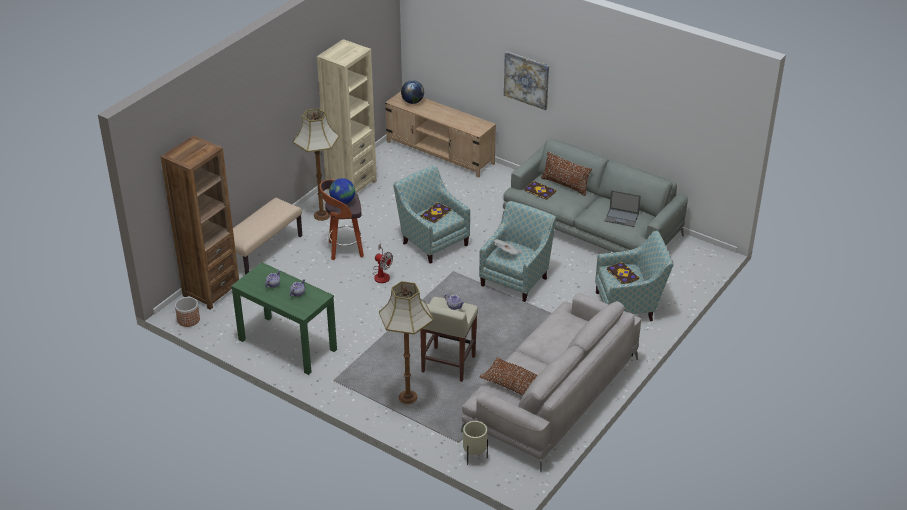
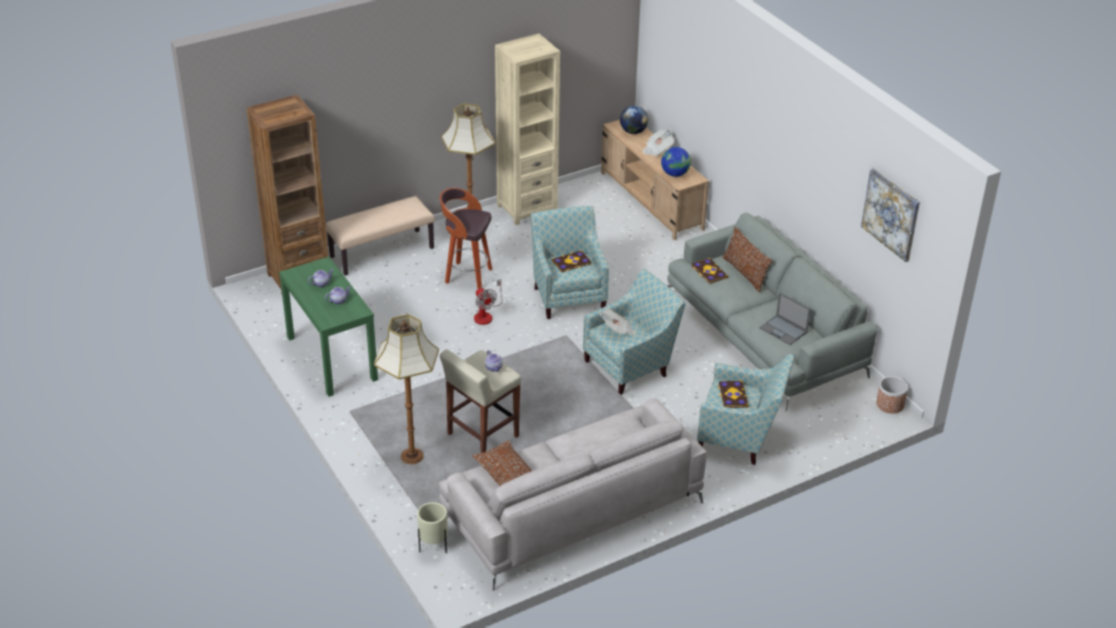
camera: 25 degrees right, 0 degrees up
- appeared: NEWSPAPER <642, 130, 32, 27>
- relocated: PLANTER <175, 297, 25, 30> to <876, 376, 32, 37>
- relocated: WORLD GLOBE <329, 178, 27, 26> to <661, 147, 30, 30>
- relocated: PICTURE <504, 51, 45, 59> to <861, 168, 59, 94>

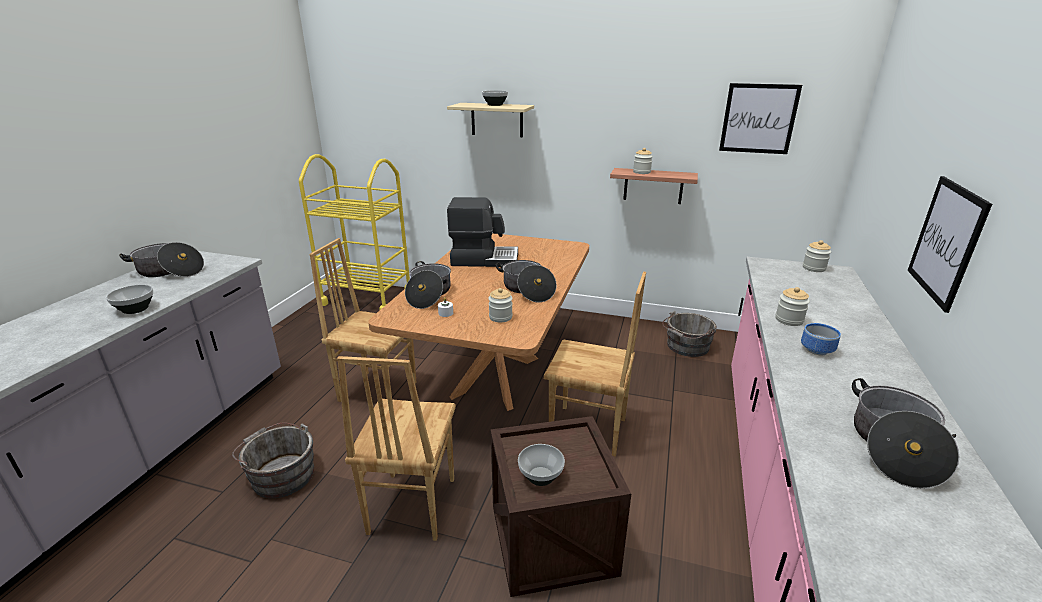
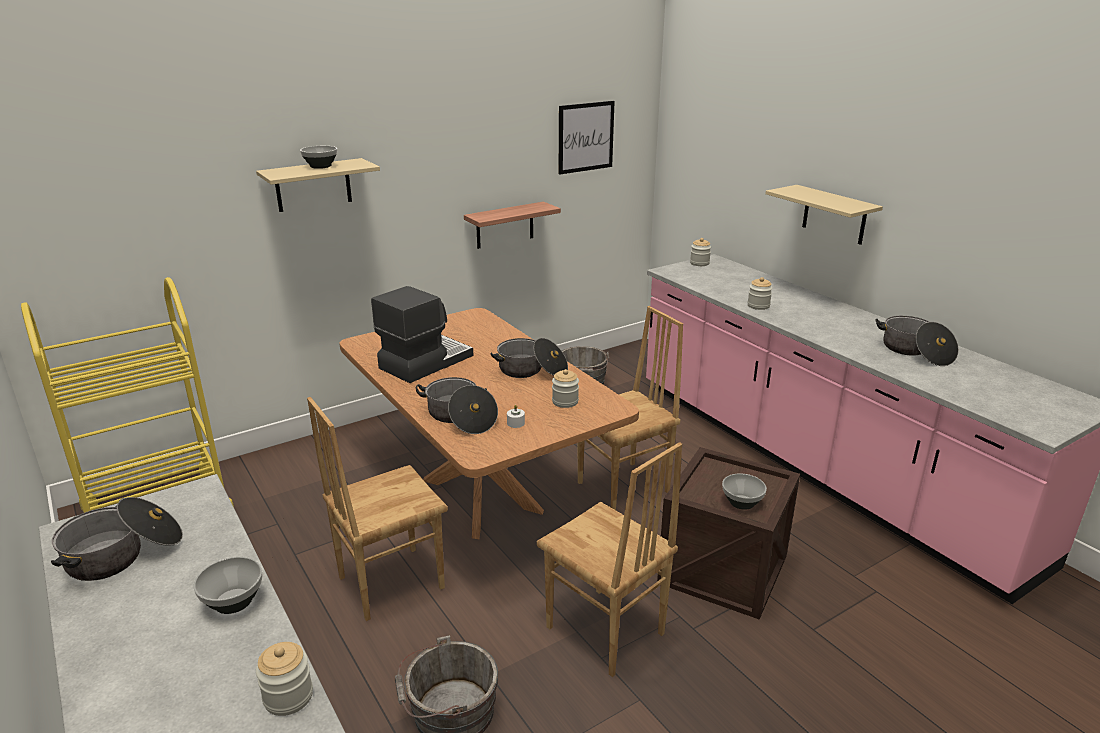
camera: 50 degrees left, 0 degrees up
- missing: DEEP DISH <801, 323, 40, 32>
- relocated: JAR <633, 148, 20, 26> to <256, 642, 57, 74>
- exchanged: PICTURE <907, 176, 85, 137> to BEIGE BRACKET SHELF <766, 185, 117, 60>

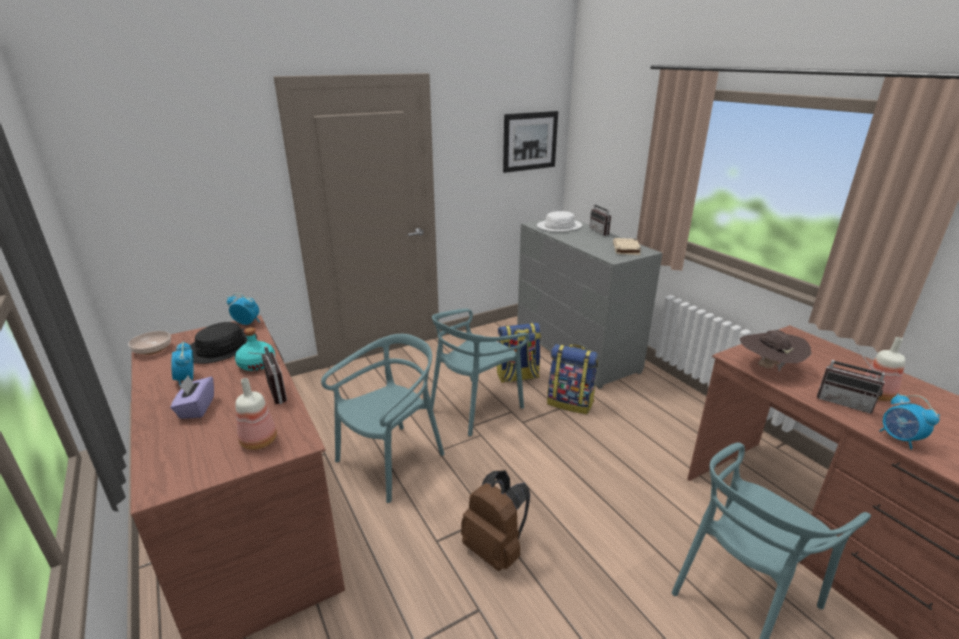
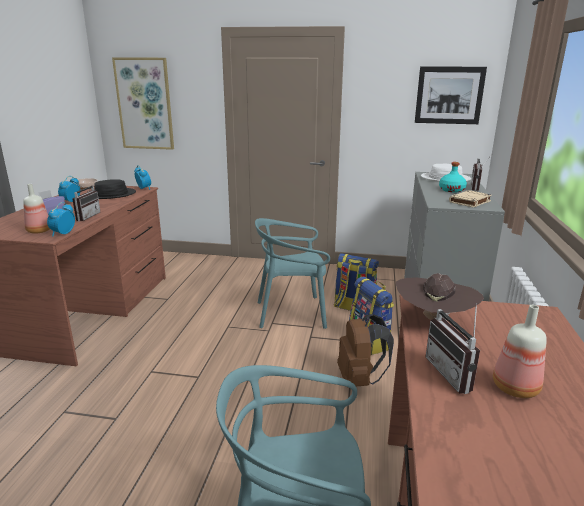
camera: 40 degrees right, 5 degrees down
- missing: TURQUOISE-COLOURED PLAIN CHAIR <321, 334, 123, 169>
- appeared: PICTURE <112, 57, 62, 93>
- relocated: TURQUOISE-COLOURED DRINK BOTTLE <235, 327, 40, 44> to <439, 162, 28, 31>
- relocated: BROWNISH KNAPSACK <461, 470, 69, 101> to <337, 314, 57, 72>
- relocated: TABLE CLOCK <879, 394, 61, 55> to <47, 202, 28, 34>

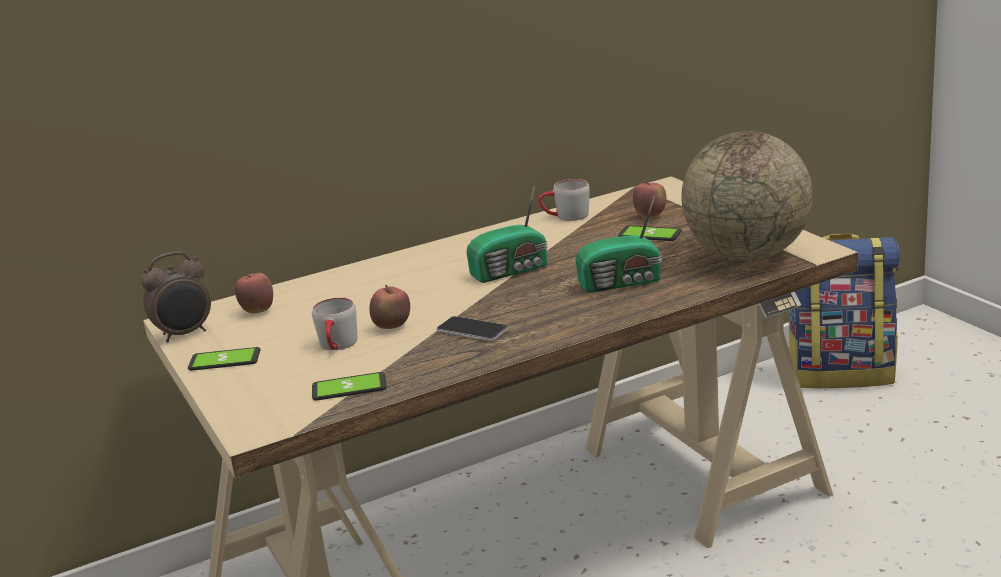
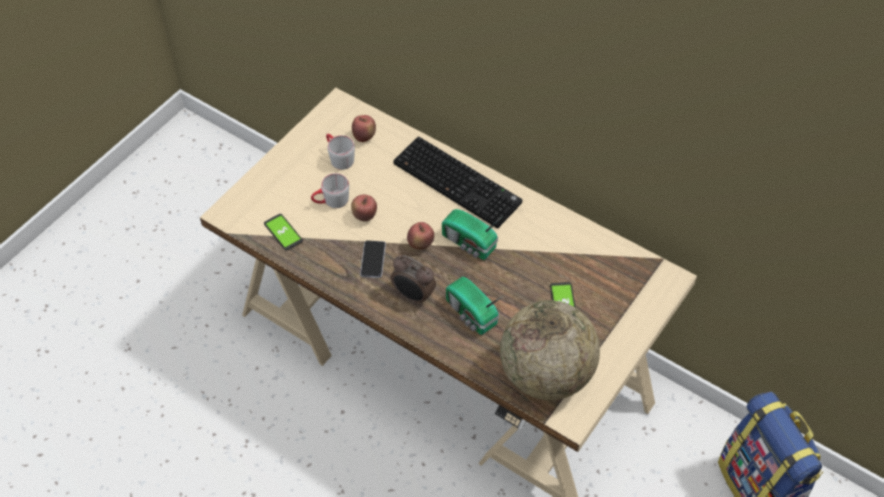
camera: 60 degrees right, 30 degrees up
- missing: TELEPHONE <188, 347, 72, 24>
- appeared: COMPUTER KEYBOARD <393, 137, 129, 91>
- relocated: TABLE CLOCK <141, 252, 70, 90> to <391, 255, 45, 50>
- relocated: GRAY COFFEE MUG <538, 179, 52, 42> to <326, 134, 29, 36>
- relocated: WHOLE APPLE <633, 181, 34, 37> to <407, 222, 27, 28>

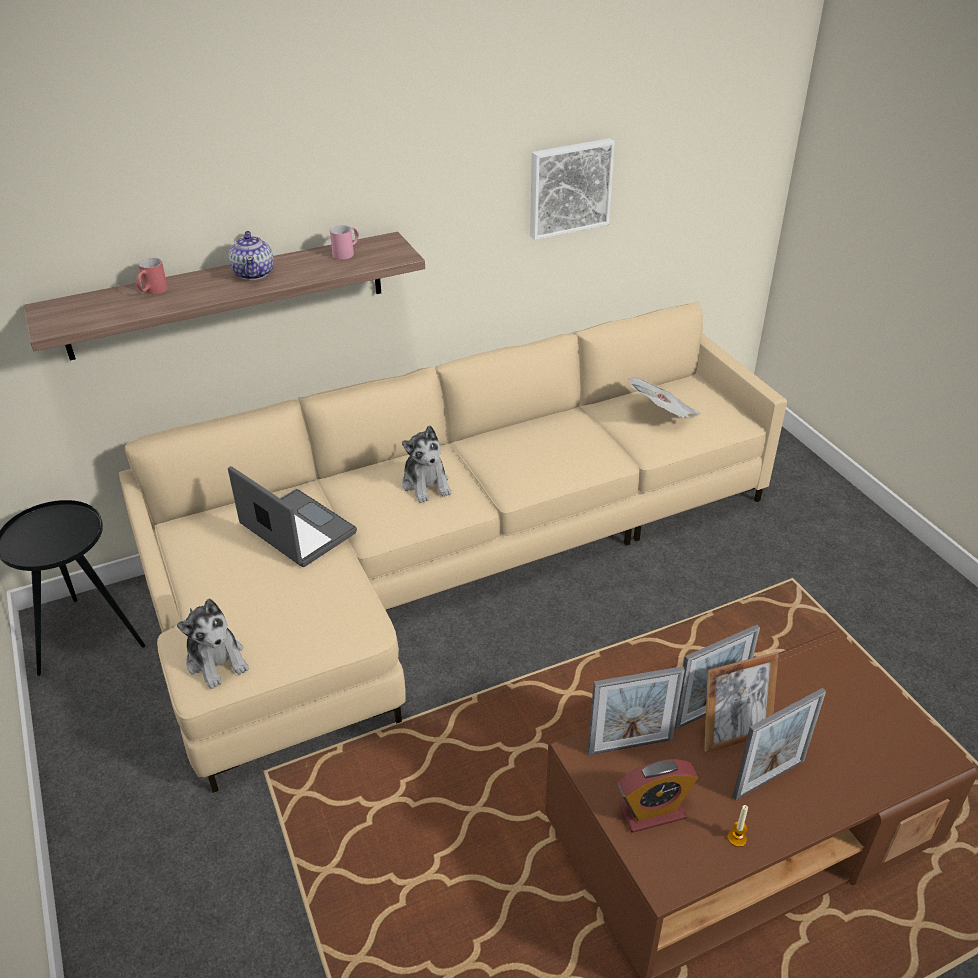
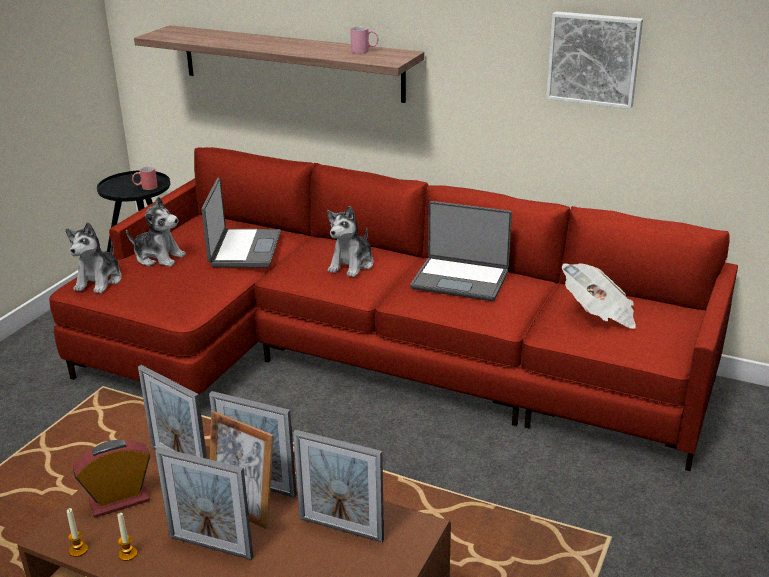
camera: 50 degrees right, 10 degrees down
- missing: POT FOR TEA <229, 231, 45, 49>
- appeared: WAX CANDLE <67, 508, 21, 49>
- appeared: PLUSH TOY <126, 197, 60, 70>
- appeared: PICTURE FRAME <293, 430, 91, 113>
- appeared: NOTEBOOK COMPUTER <410, 201, 102, 100>
- relocated: RED COFFEE MUG <136, 258, 32, 36> to <132, 166, 26, 24>
- colour: BEIGE SOFA <119, 301, 668, 492> to RED SOFA <49, 147, 689, 324>
- spun: TABLE CLOCK <618, 759, 80, 74> = <73, 440, 77, 78> 120 degrees clockwise

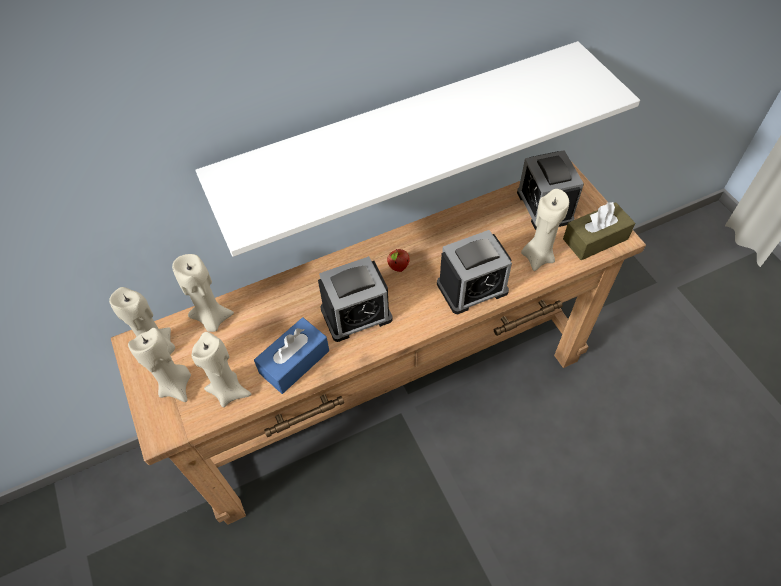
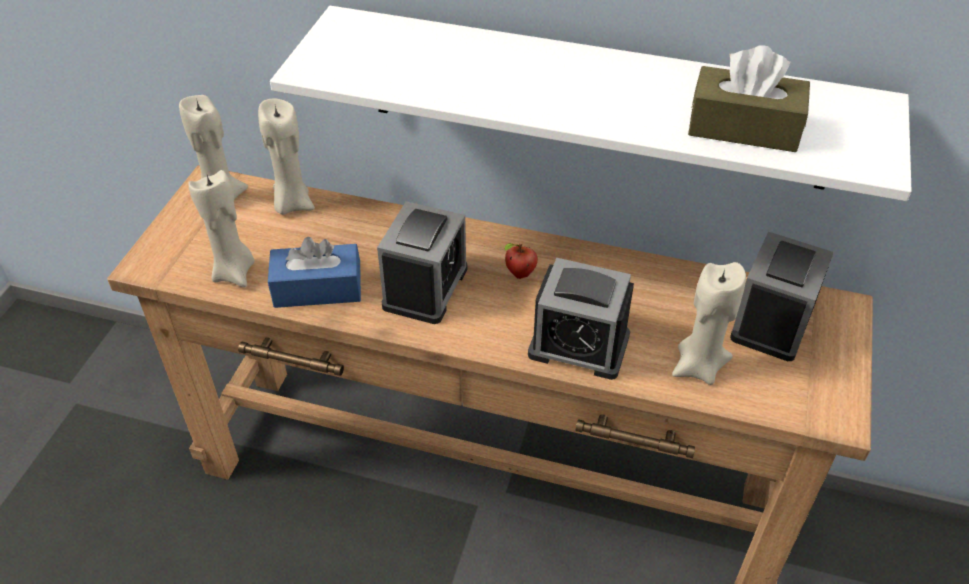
camera: 40 degrees right, 10 degrees down
- missing: BEIGE WAX CANDLE <128, 328, 63, 74>
- relocated: BROWNISH BOX OF TISSUES <563, 201, 72, 59> to <688, 45, 122, 107>
- spun: TABLE CLOCK <318, 256, 75, 86> = <377, 201, 90, 123> 90 degrees counterclockwise

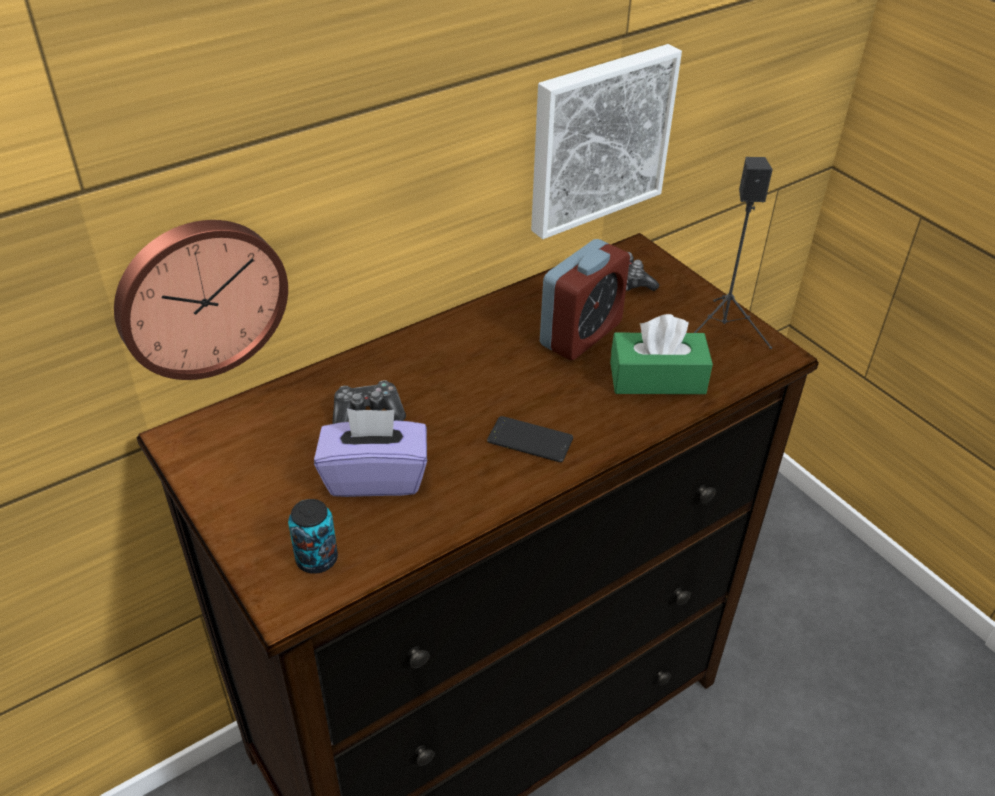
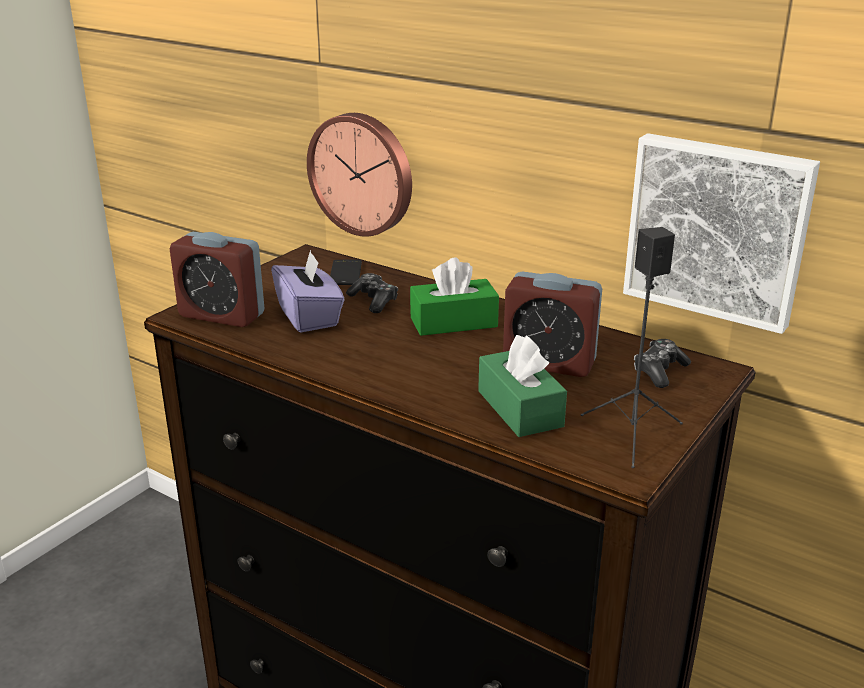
camera: 70 degrees right, 15 degrees down
- appeared: GREEN BOX OF TISSUES <410, 257, 89, 79>
- relocated: TELEPHONE <487, 416, 86, 46> to <330, 260, 32, 25>
- exchanged: CAN <288, 499, 50, 75> to TABLE CLOCK <170, 232, 94, 95>

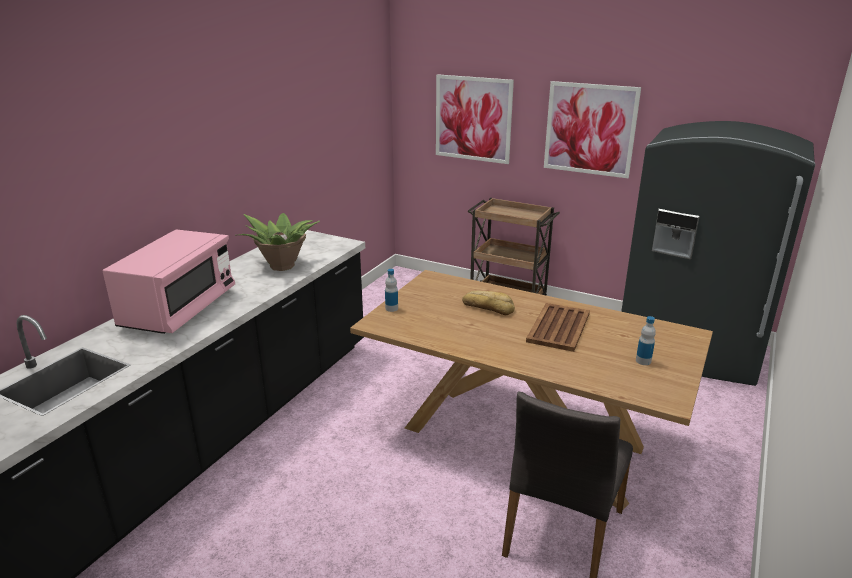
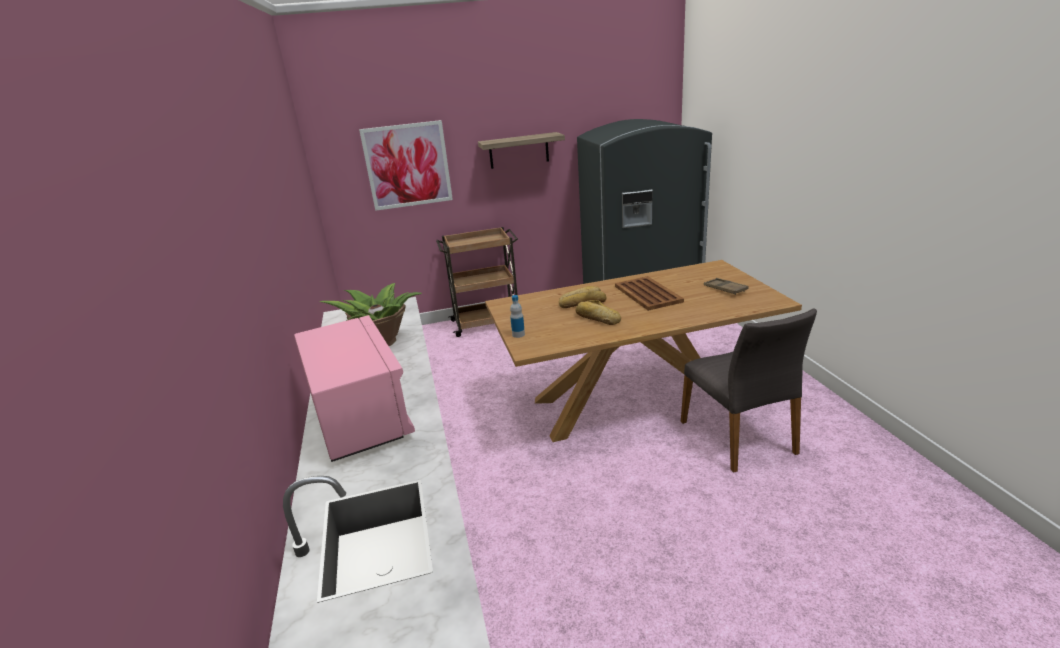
camera: 40 degrees left, 0 degrees up
- appeared: BREAD <575, 300, 46, 25>
- exchanged: PICTURE <544, 81, 97, 97> to BRACKET SHELF <478, 132, 87, 37>
- exchanged: DRINK BOTTLE <636, 316, 20, 49> to BROWNISH CARRYING TRAY <704, 278, 45, 17>

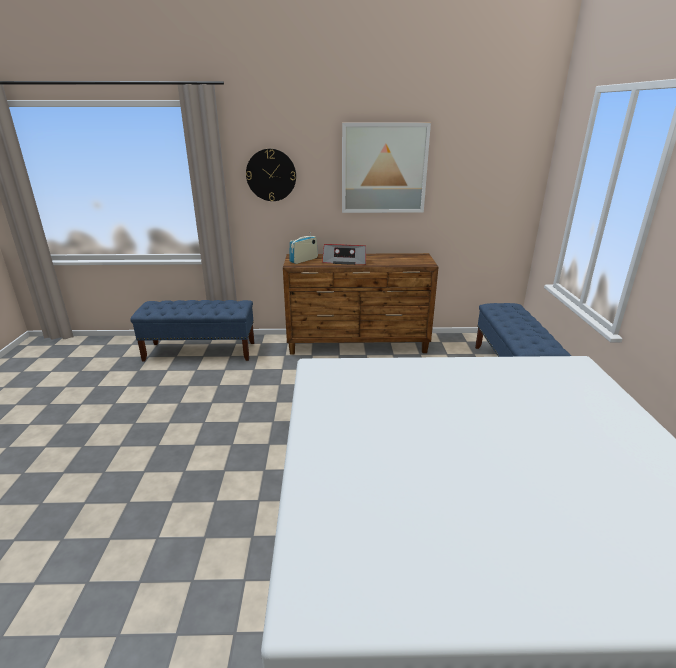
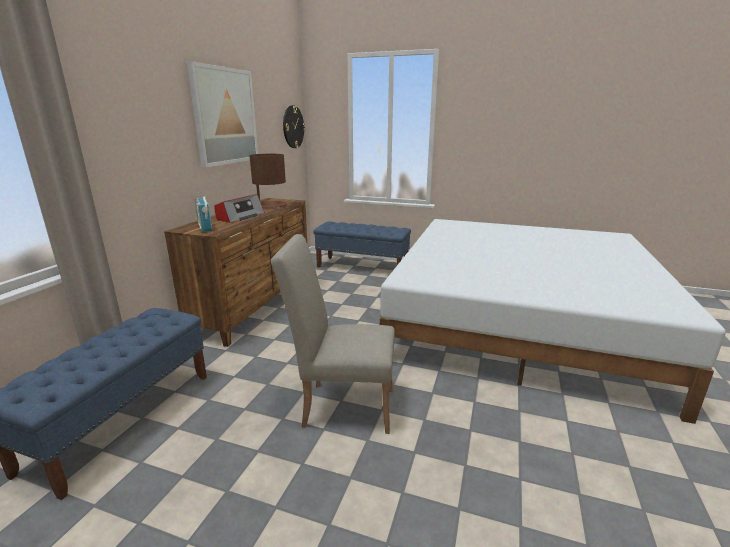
camera: 70 degrees left, 5 degrees down
- appeared: BROWNISH TABLETOP LAMP <249, 154, 38, 54>
- appeared: BEIGE PLAIN CHAIR <271, 234, 124, 200>
- relocated: HANGING CLOCK <246, 149, 50, 52> to <283, 105, 22, 43>

